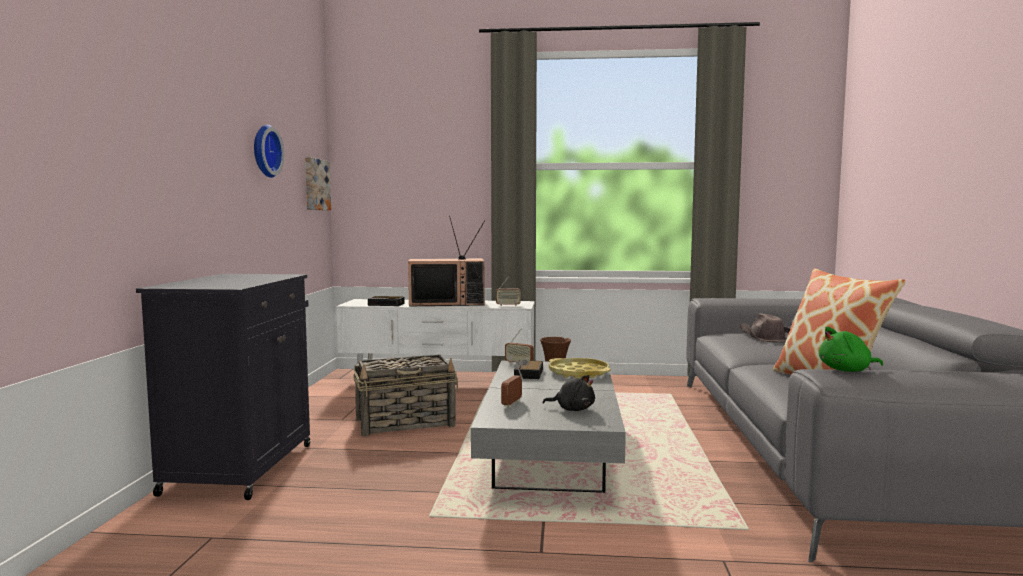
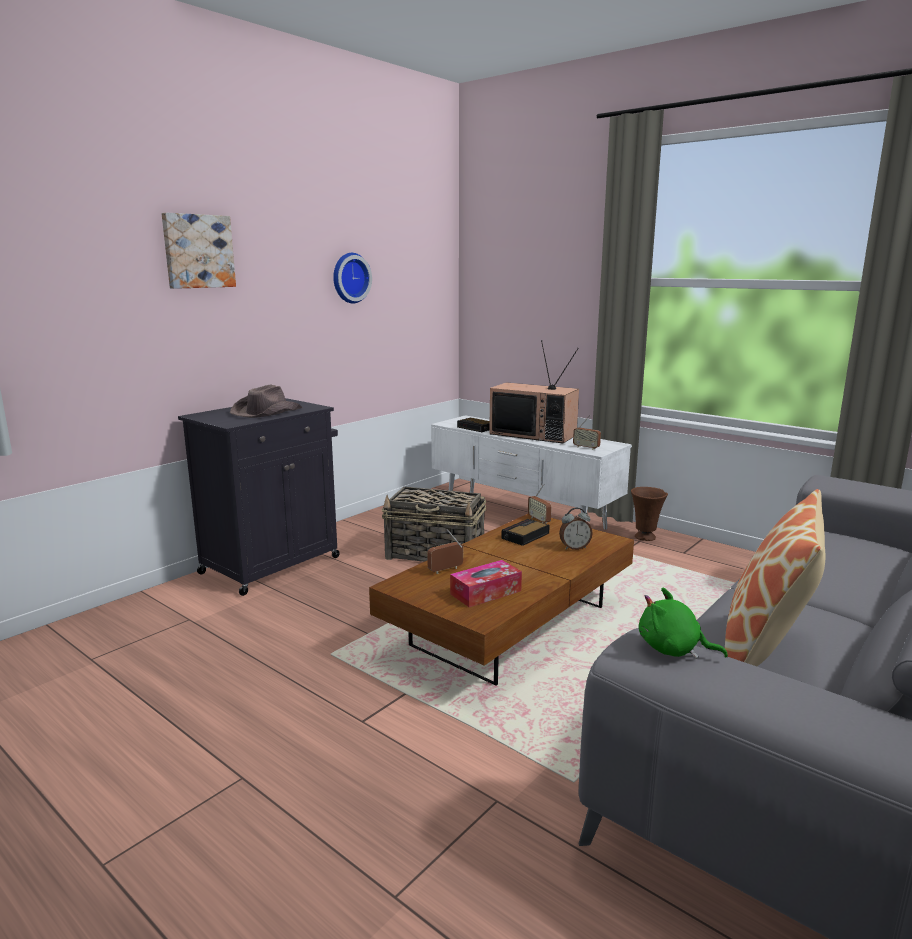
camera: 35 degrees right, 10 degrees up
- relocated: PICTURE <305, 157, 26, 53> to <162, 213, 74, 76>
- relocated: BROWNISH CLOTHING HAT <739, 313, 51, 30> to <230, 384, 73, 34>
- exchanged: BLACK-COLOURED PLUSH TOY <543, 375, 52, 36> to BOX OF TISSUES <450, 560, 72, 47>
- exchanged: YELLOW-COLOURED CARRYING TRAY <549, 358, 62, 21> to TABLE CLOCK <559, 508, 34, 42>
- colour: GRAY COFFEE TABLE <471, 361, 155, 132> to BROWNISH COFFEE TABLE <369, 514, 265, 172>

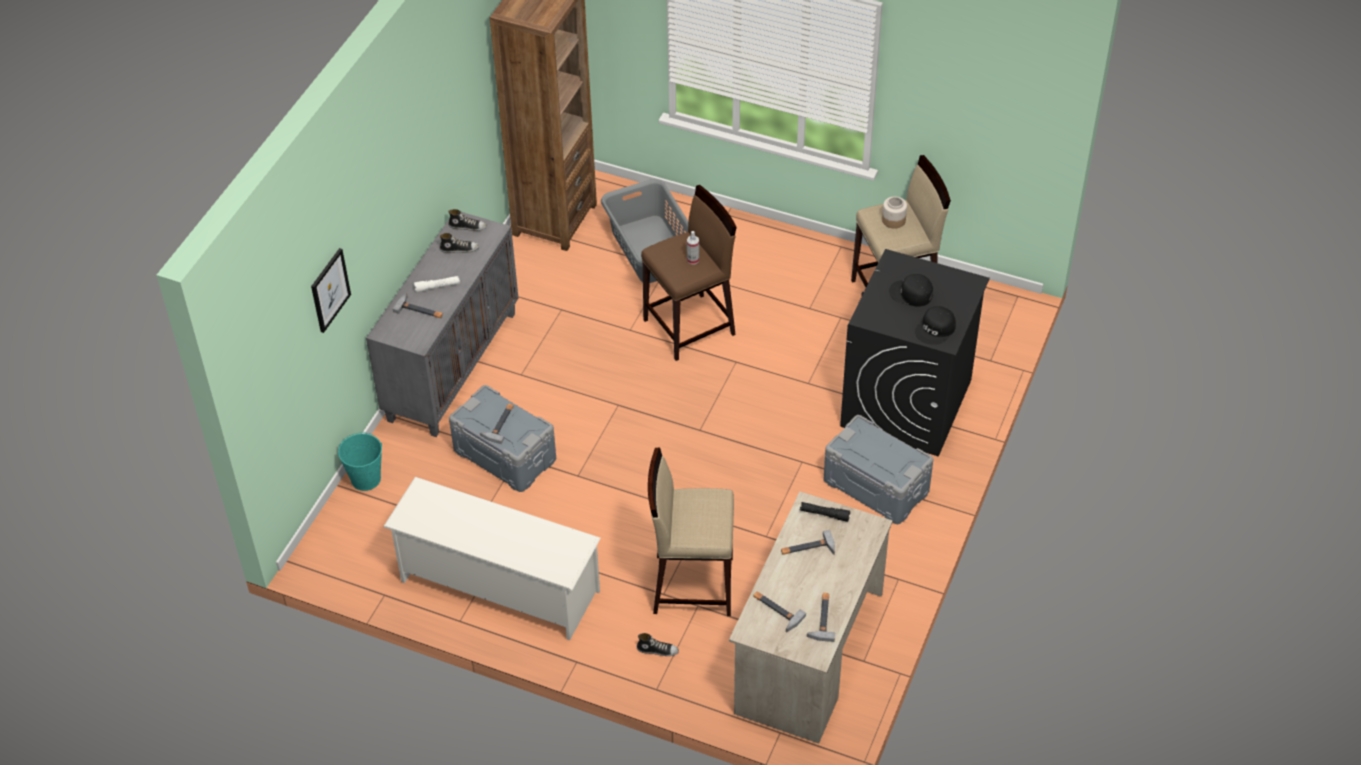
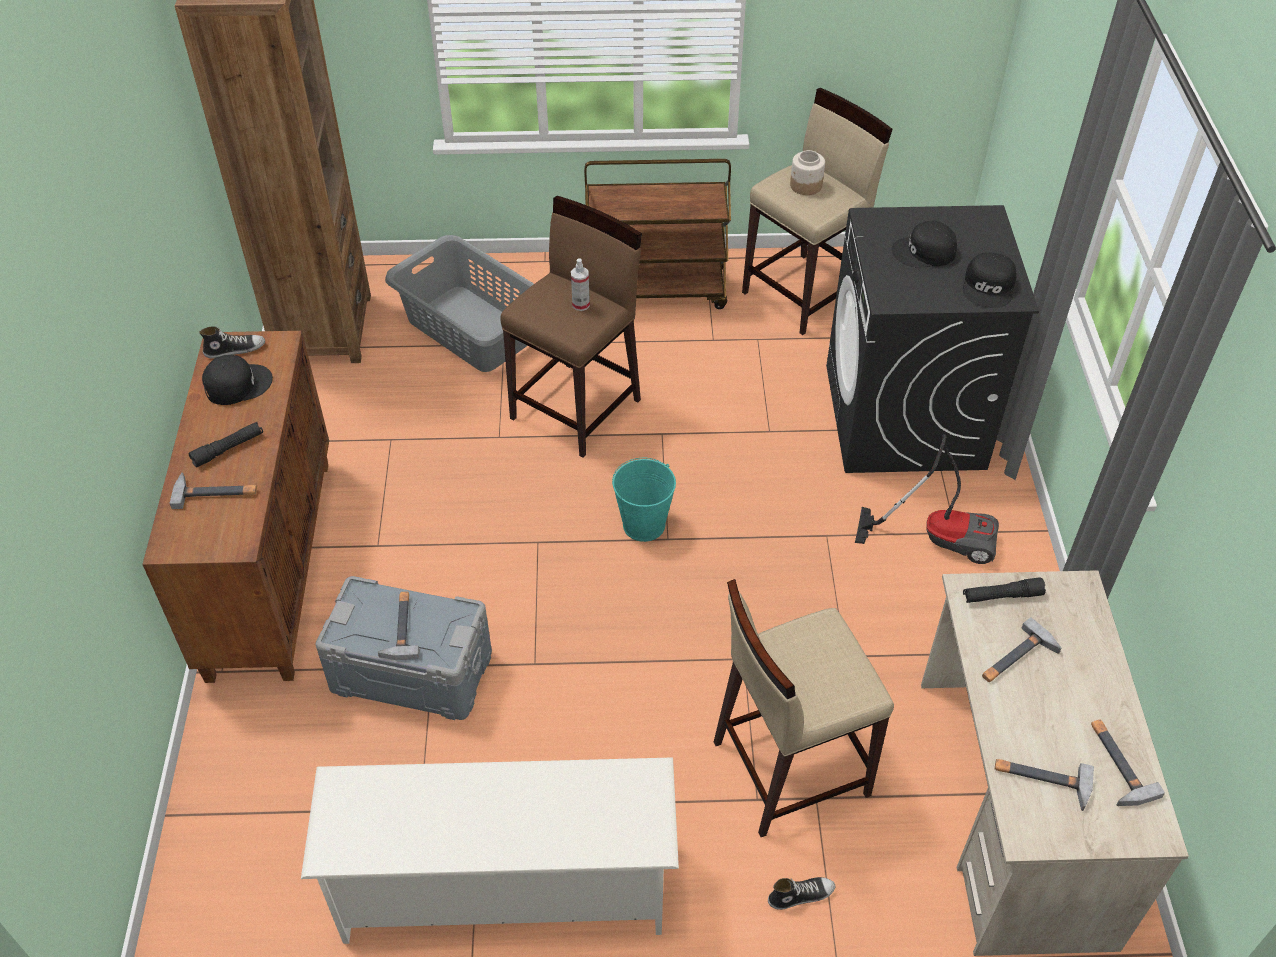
camera: 25 degrees left, 0 degrees up
- missing: PICTURE <311, 248, 40, 85>
- appeared: BROWNISH TROLLEY <584, 159, 147, 150>
- relocated: TURQUOISE-COLOURED WATER BUCKET <338, 432, 44, 59> to <612, 458, 64, 84>
- exchanged: SHOE <440, 233, 39, 20> to BLACK-COLOURED BASEBALL CAP <202, 355, 71, 50>
- exchanged: GRAY STORAGE CONTAINER <823, 415, 110, 109> to HOOVER <855, 434, 144, 130>
- colour: GRAY CABINET <366, 212, 152, 225> to BROWNISH CABINET <142, 331, 187, 352>
- colour: WHITE FLASHLIGHT <414, 276, 46, 16> to BLACK-COLOURED FLASHLIGHT <188, 422, 75, 45>

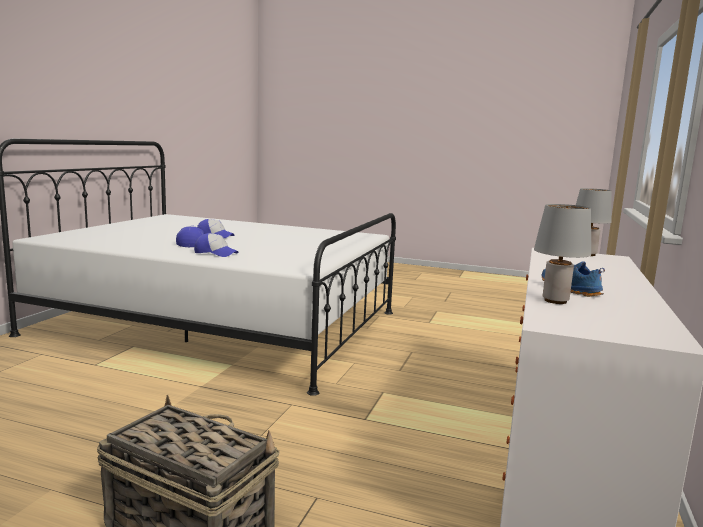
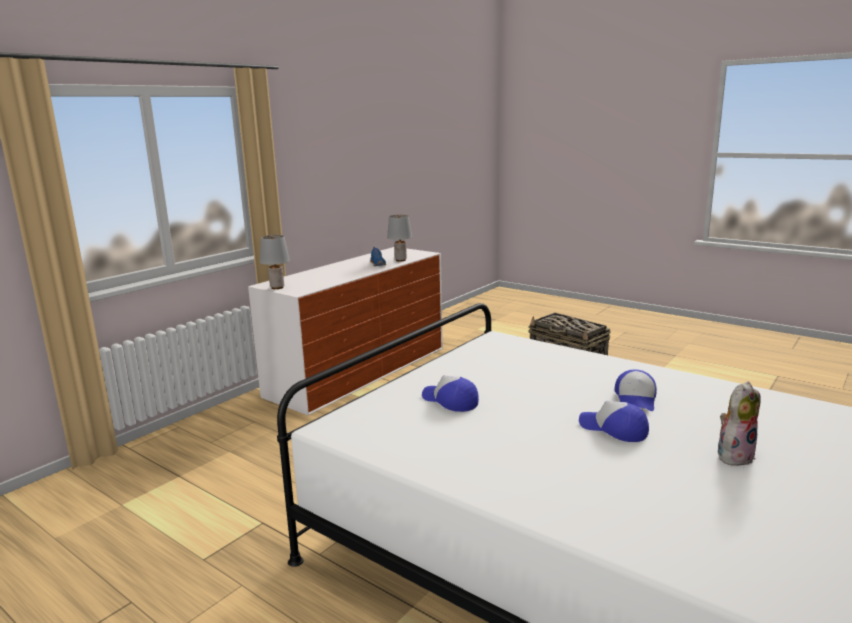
camera: 160 degrees left, 5 degrees up
- appeared: PLUSH TOY <718, 381, 43, 85>
- relocated: BASEBALL CAP <194, 233, 45, 24> to <422, 375, 57, 37>

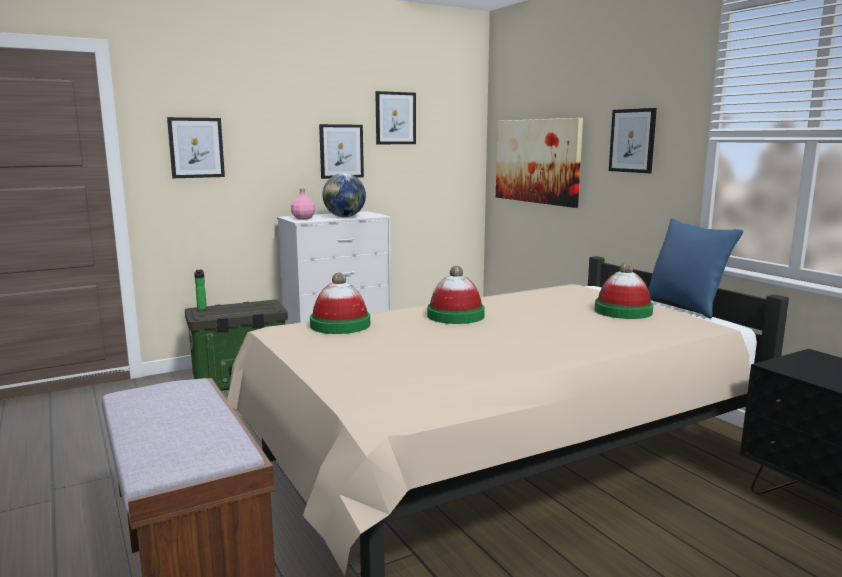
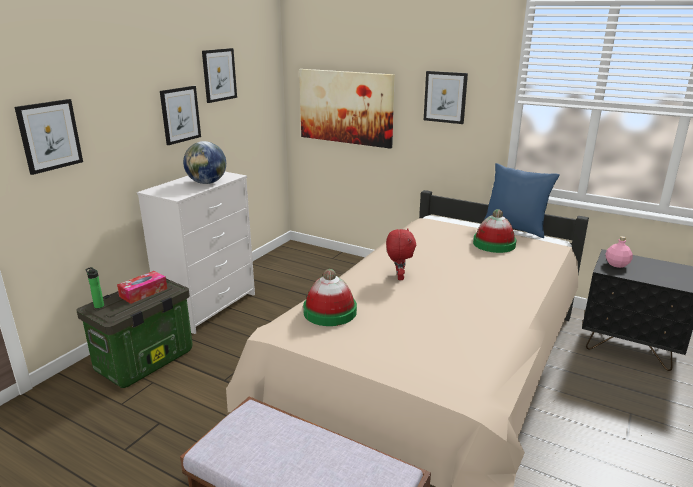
camera: 30 degrees left, 10 degrees up
- appeared: BOX OF TISSUES <117, 271, 50, 33>
- relocated: PINK-COLOURED DRINK BOTTLE <291, 189, 24, 30> to <606, 236, 27, 32>
- exchanged: CLOTHING HAT <427, 266, 58, 58> to RED PLUSH TOY <386, 228, 30, 52>

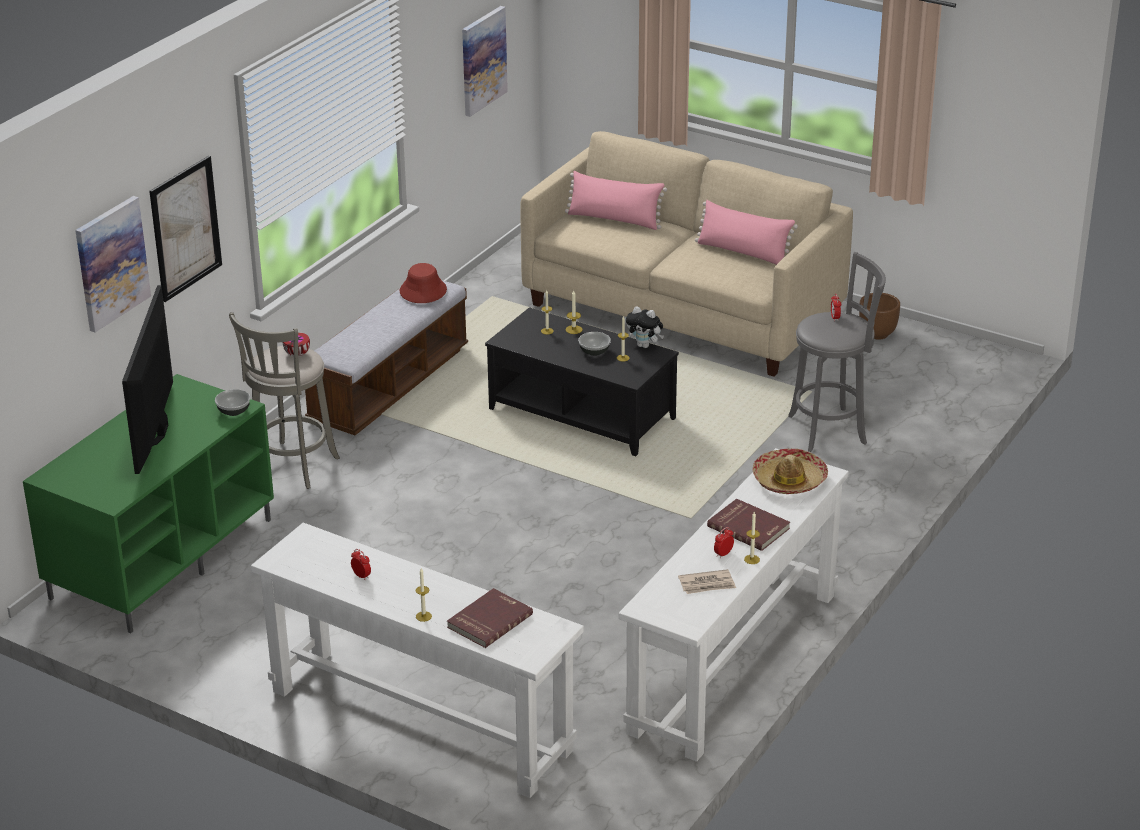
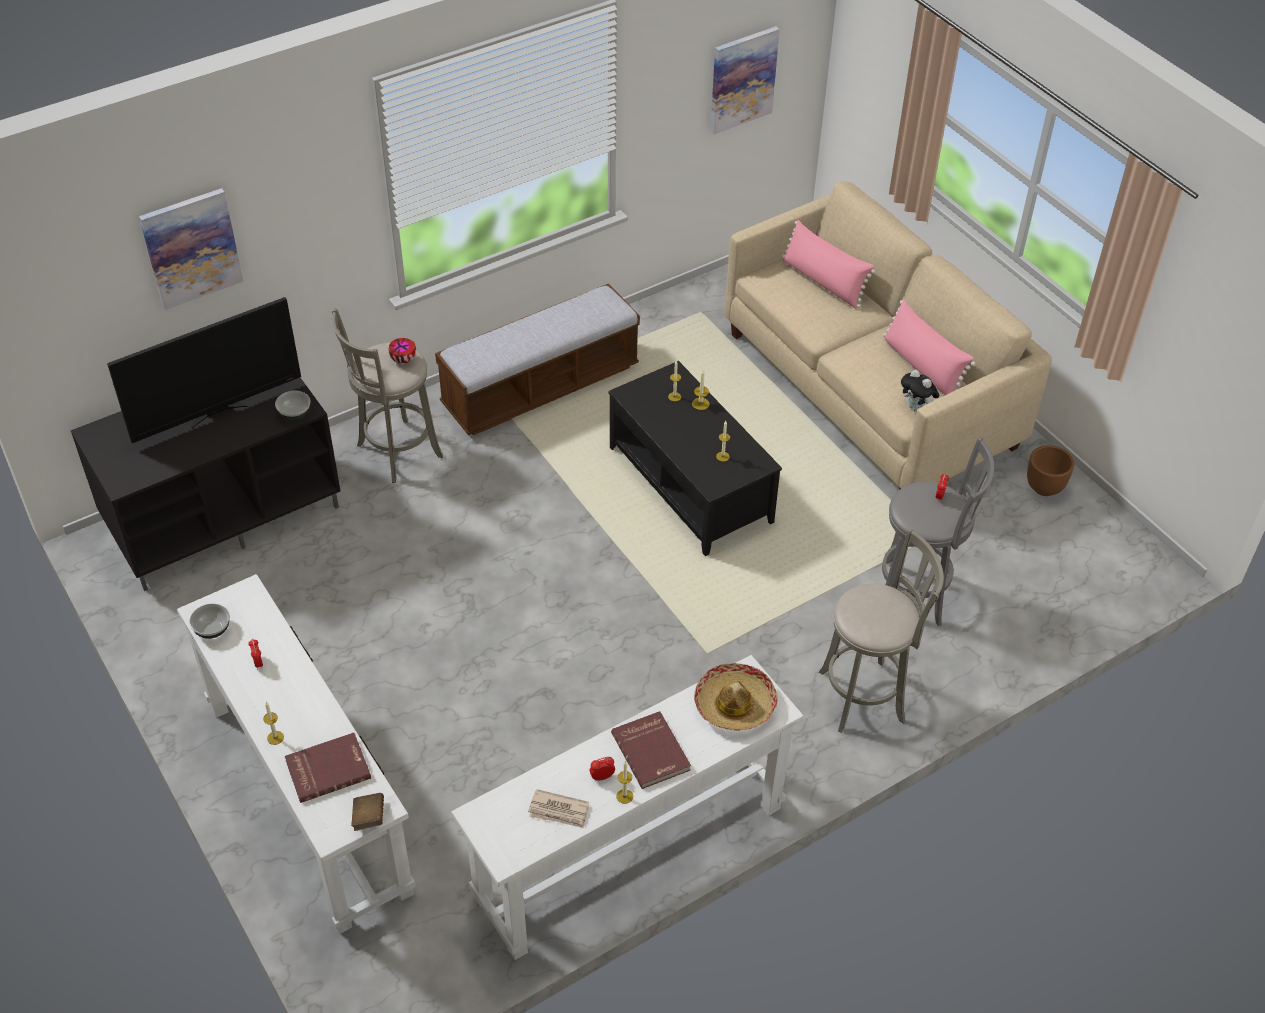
camera: 25 degrees right, 15 degrees up
- missing: PICTURE <149, 156, 73, 146>
- missing: RED CLOTHING HAT <400, 263, 47, 40>
- appeared: BROWNISH BOUND BOOK <351, 793, 33, 38>
- appeared: GRAY SITTING STOOL <819, 528, 125, 205>
- relocated: DEEP DISH <578, 332, 33, 24> to <189, 604, 41, 35>
- relocated: PLUSH TOY <626, 306, 38, 42> to <901, 370, 38, 42>
- colour: GREEN TV UNIT <23, 374, 251, 259> to BLACK-COLOURED TV UNIT <71, 377, 269, 214>
- spun: TELEVISION <122, 285, 51, 189> = <107, 297, 194, 146> 150 degrees counterclockwise

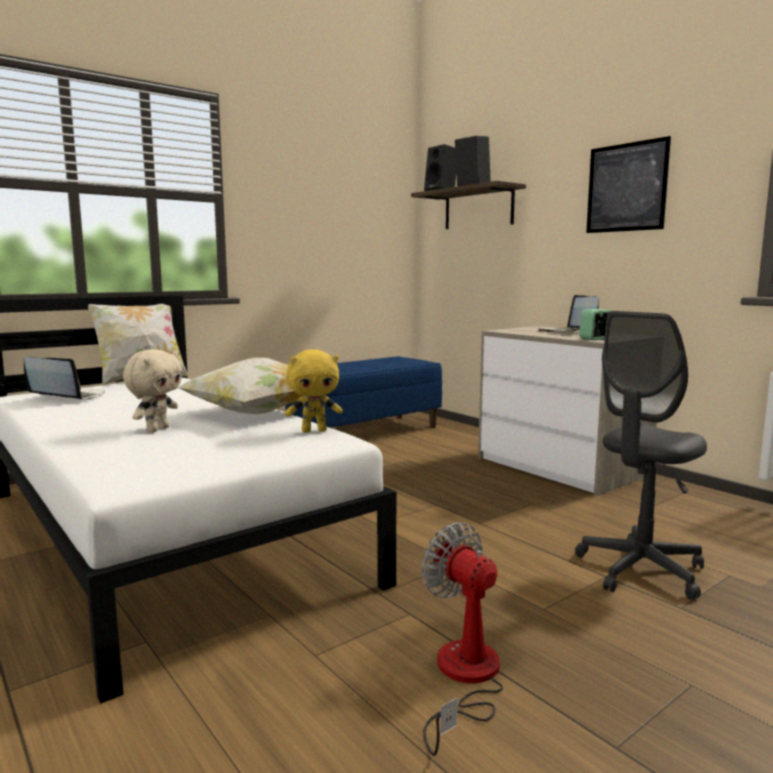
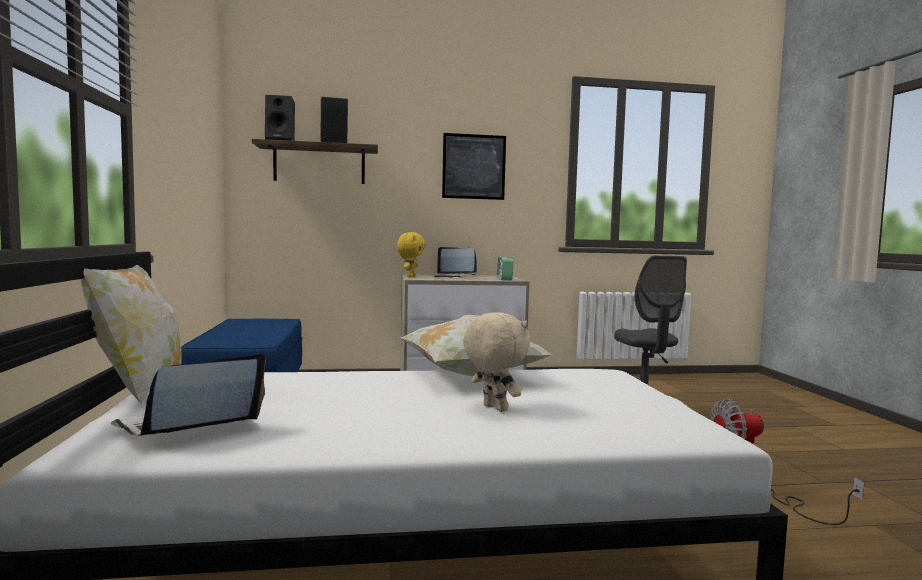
camera: 60 degrees left, 5 degrees down
- relocated: YELLOW-COLOURED PLUSH TOY <285, 349, 58, 83> to <397, 232, 28, 45>

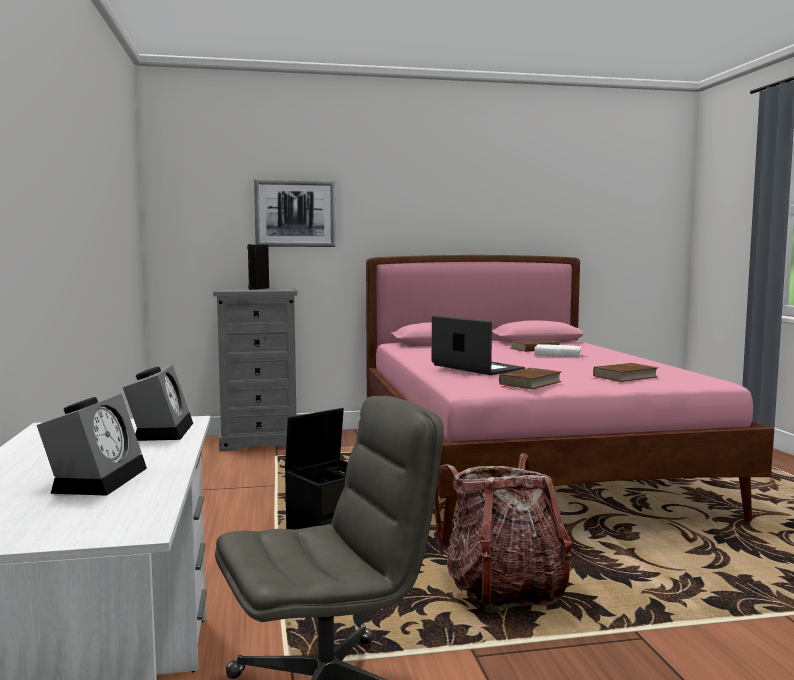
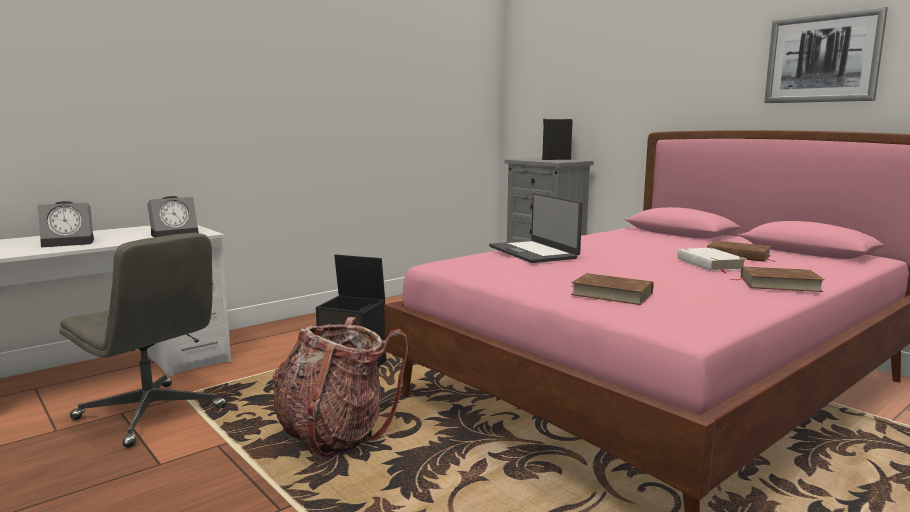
camera: 60 degrees right, 5 degrees up
- relocated: PICTURE <254, 180, 82, 67> to <764, 7, 124, 96>
- relocated: BROWNISH BOUND BOOK <499, 368, 63, 21> to <731, 266, 93, 26>
- spun: NOTEBOOK COMPUTER <432, 315, 93, 60> = <489, 193, 94, 70> 135 degrees clockwise

